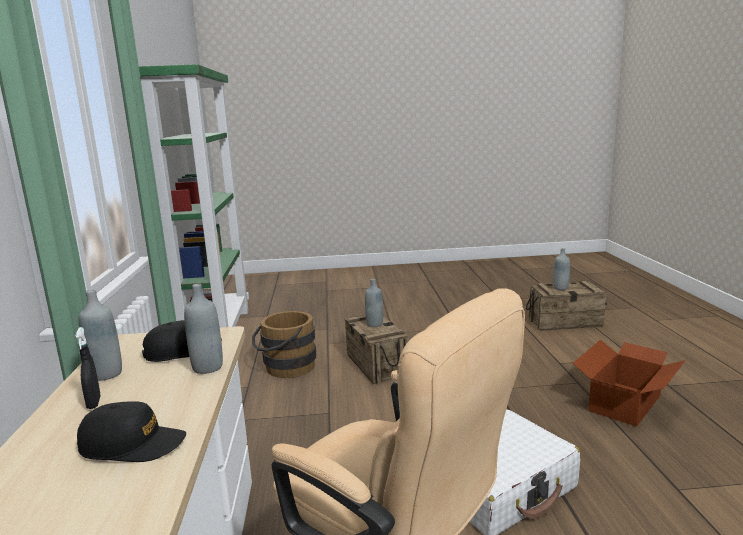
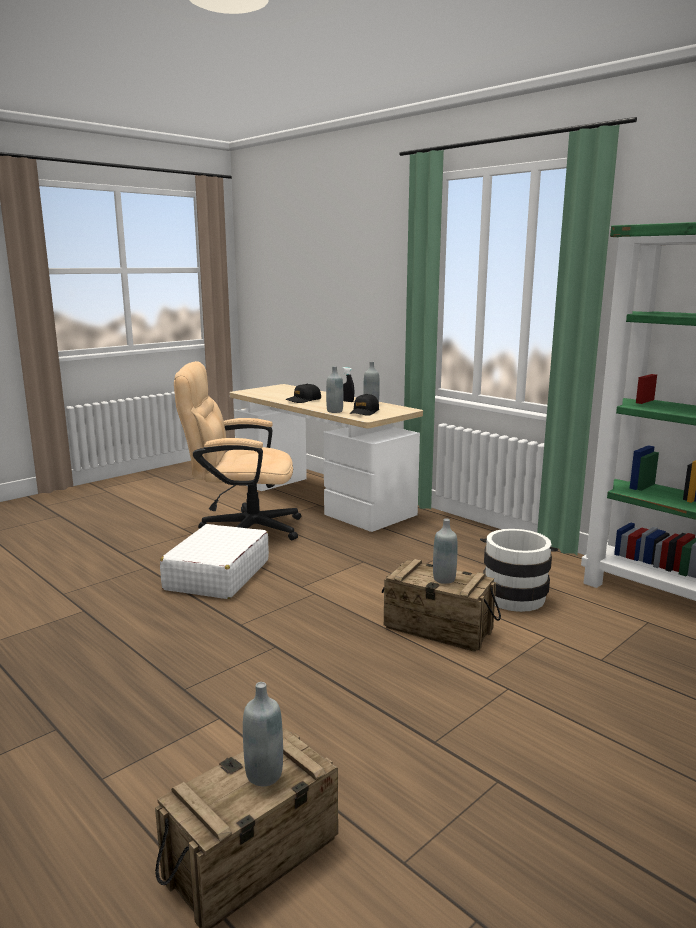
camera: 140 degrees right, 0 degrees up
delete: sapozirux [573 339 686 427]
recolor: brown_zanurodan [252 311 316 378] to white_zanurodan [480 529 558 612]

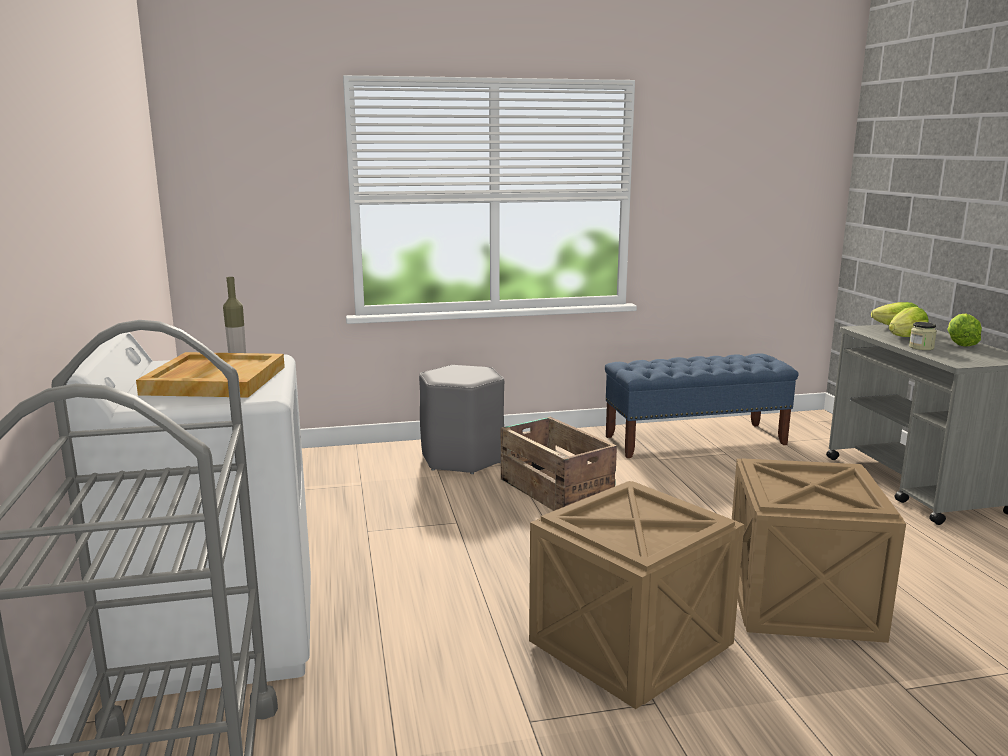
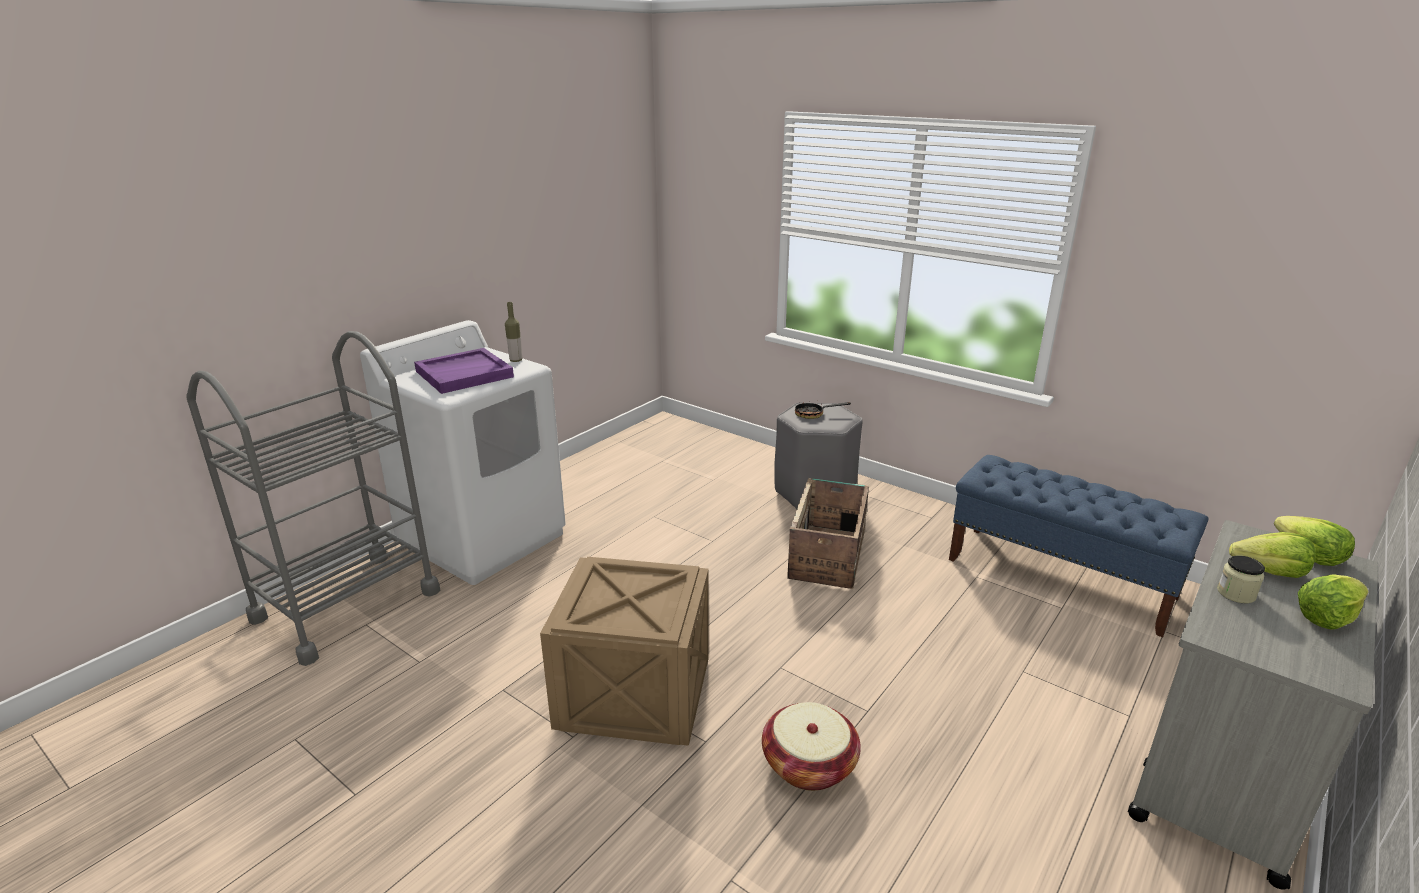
camera: 50 degrees right, 10 degrees up
insert: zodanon [795 401 851 419]
replace: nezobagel [732 458 906 643] to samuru [762 702 861 791]
recolor: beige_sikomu [136 352 285 398] to purple_sikomu [414 348 514 394]

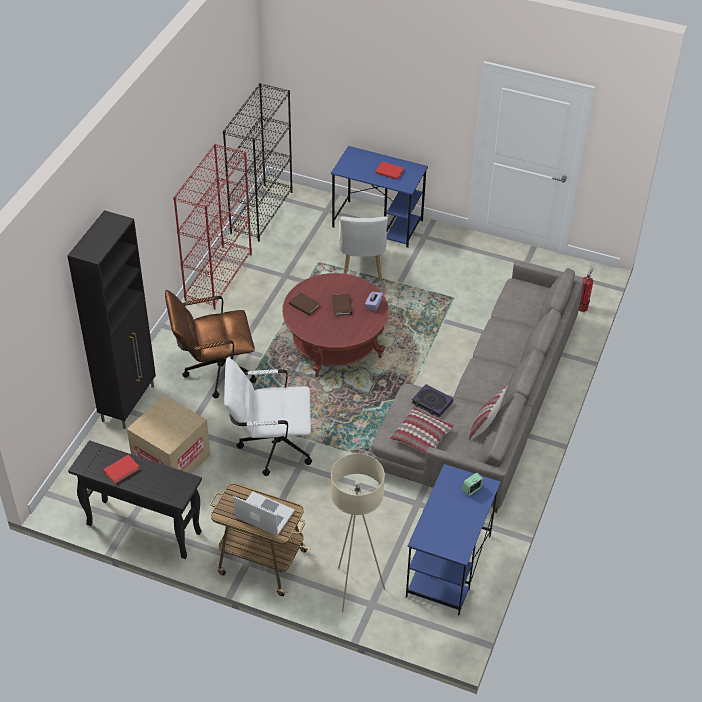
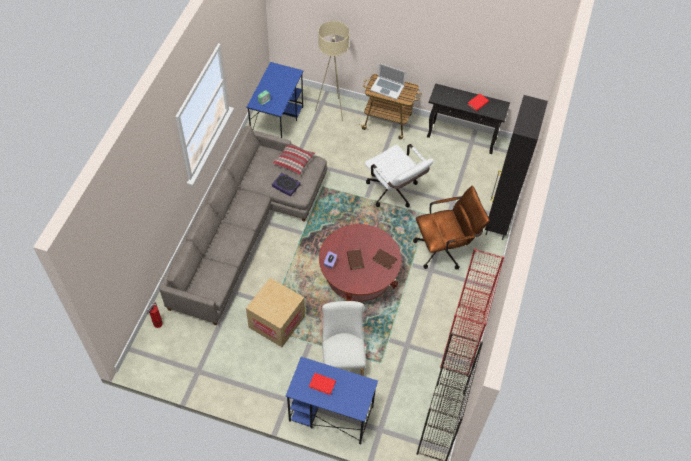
camera: 175 degrees right, 10 degrees up
delete: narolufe [469 385 508 440]
move: sapozirux [127 395 210 474] to [246 278 305 347]
rotate: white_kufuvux [224 358 312 476] = [365 144 434 207] 60 degrees clockwise

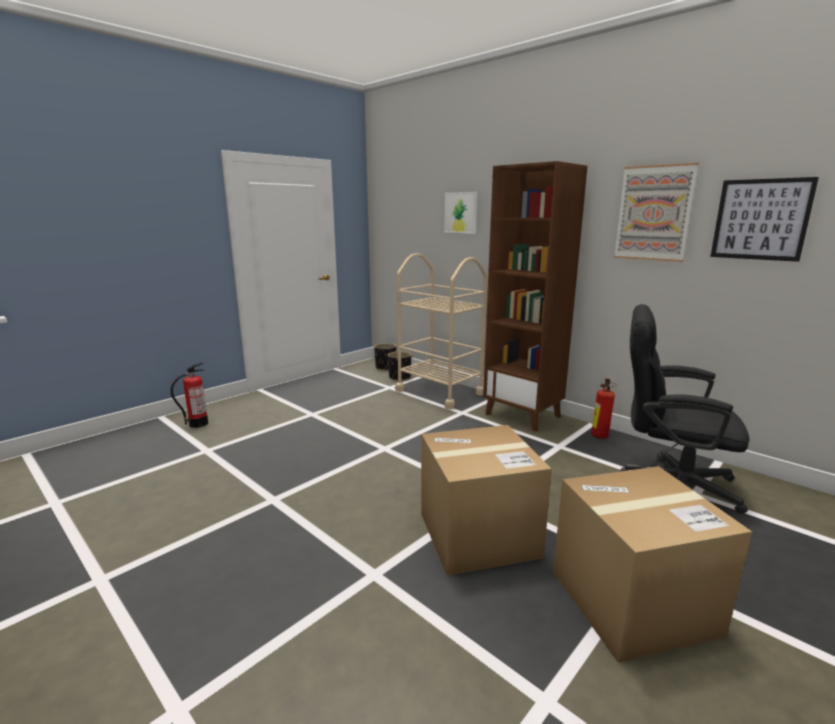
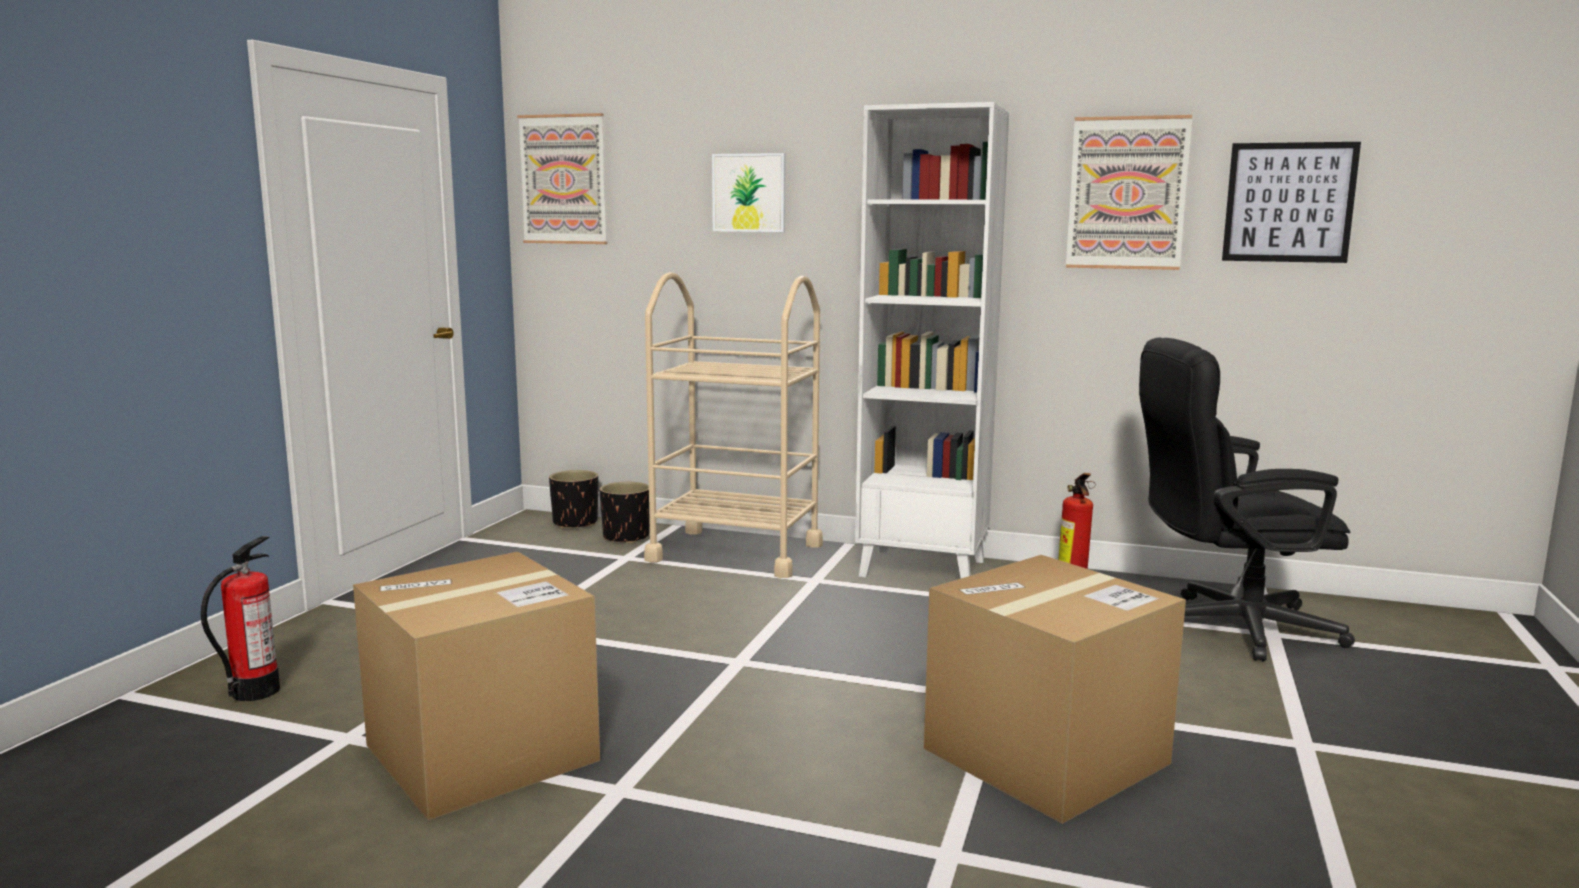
camera: 25 degrees left, 5 degrees down
insert: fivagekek [517 113 607 244]
move: sapozirux [553 466 752 663] to [353 552 600 820]
recolor: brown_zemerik [483 161 588 431] to white_zemerik [855 102 1009 578]

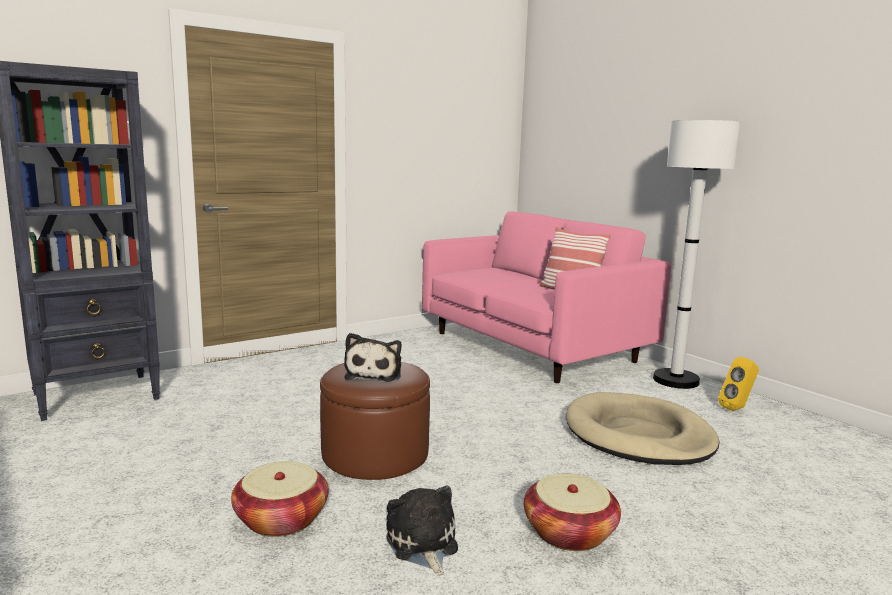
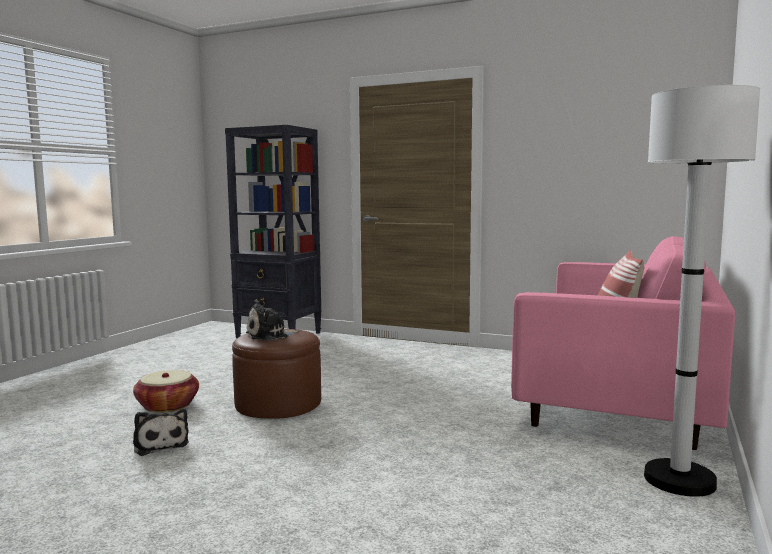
camera: 60 degrees right, 5 degrees down
delete: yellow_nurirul [718 357 759 411]; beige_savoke [566 392 719 465]; samuru [524 474 621 551]
rotate: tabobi [386 485 458 575] = [133 409 189 456] 105 degrees clockwise

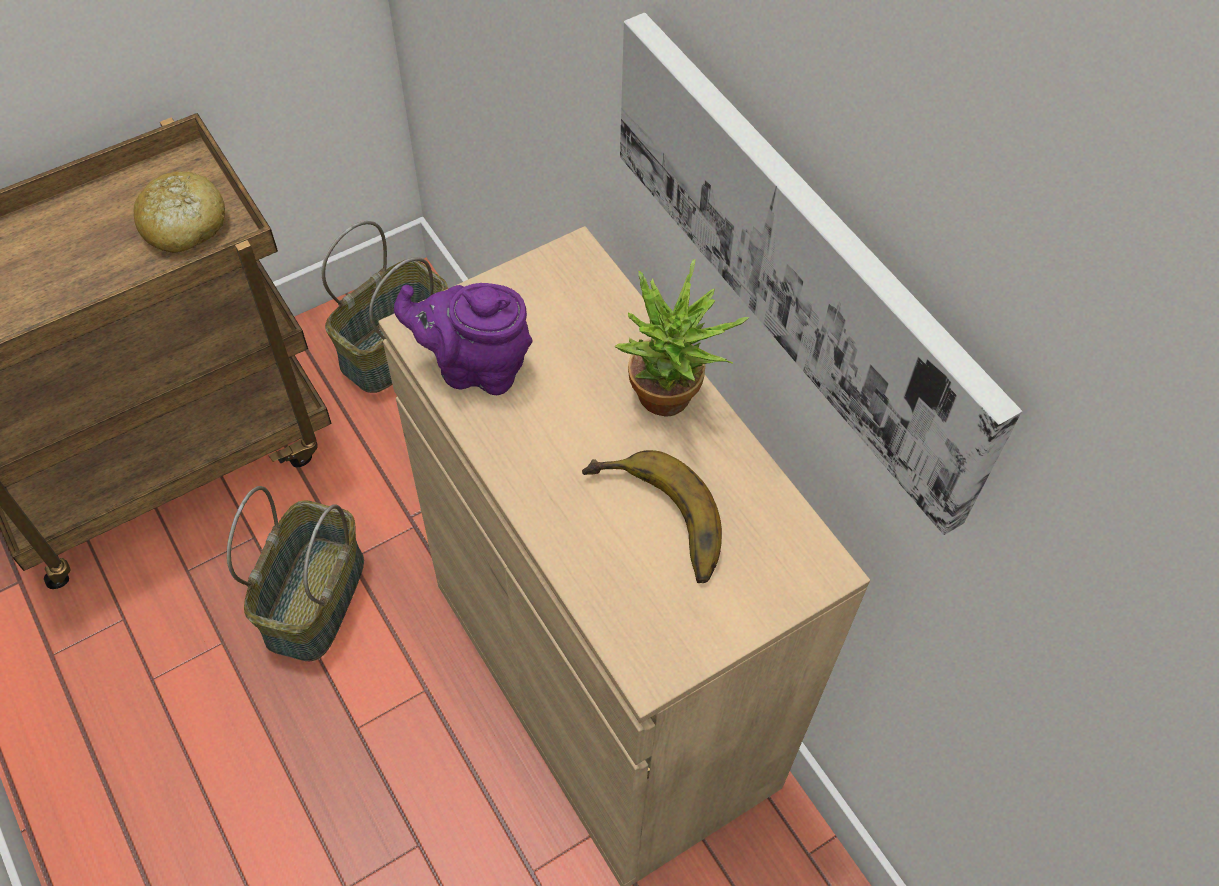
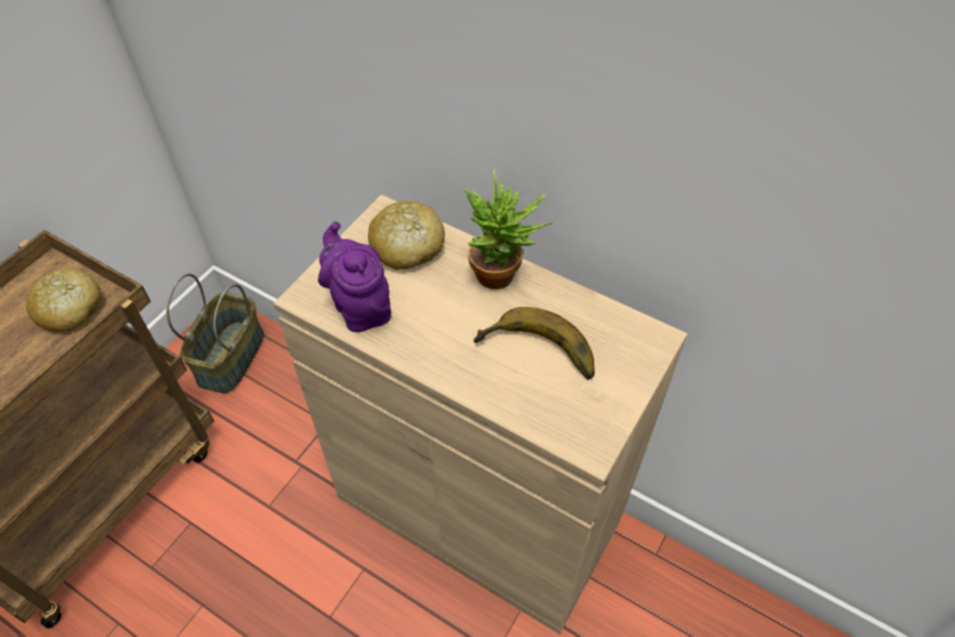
camera: 25 degrees left, 5 degrees down
delete: fivagekek [620 13 1022 535]; samuru [227 486 364 661]
insert: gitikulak [368 201 445 270]
rotate: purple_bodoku [394 283 533 395] = [318 221 391 332] 75 degrees clockwise

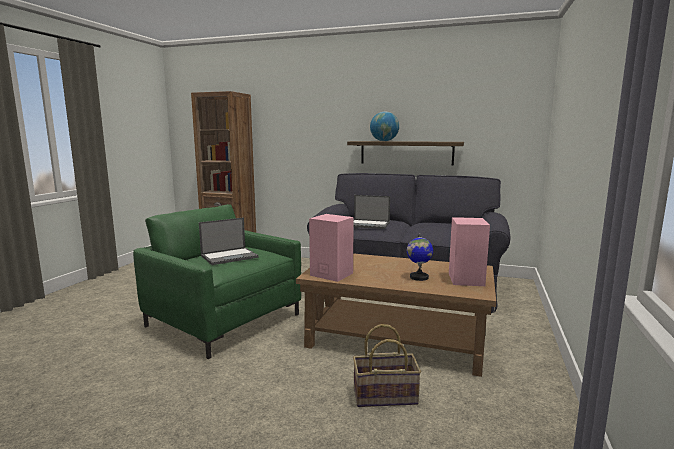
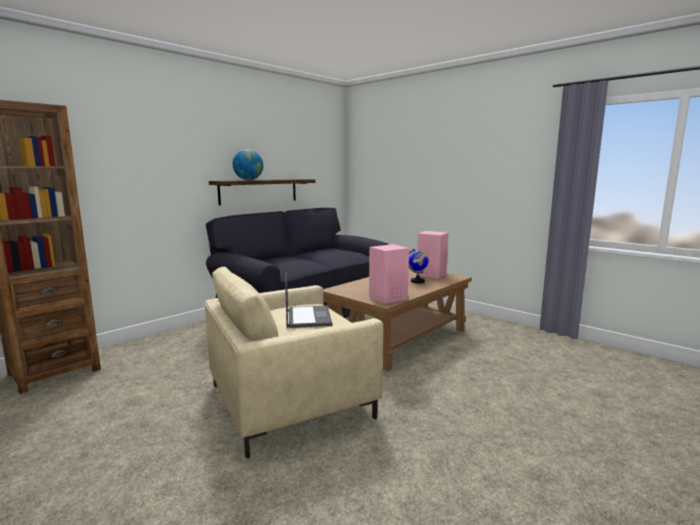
camera: 65 degrees left, 0 degrees up
delete: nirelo [354 195 390 229]; samuru [353 324 421 407]
recolor: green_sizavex [133 204 301 359] to beige_sizavex [205 267 383 459]

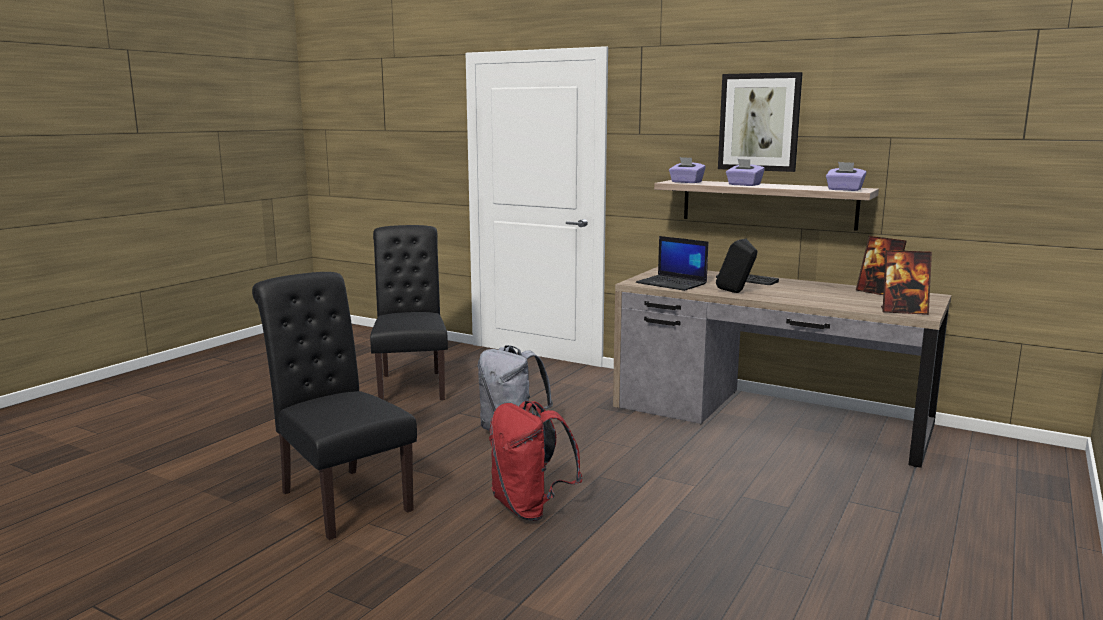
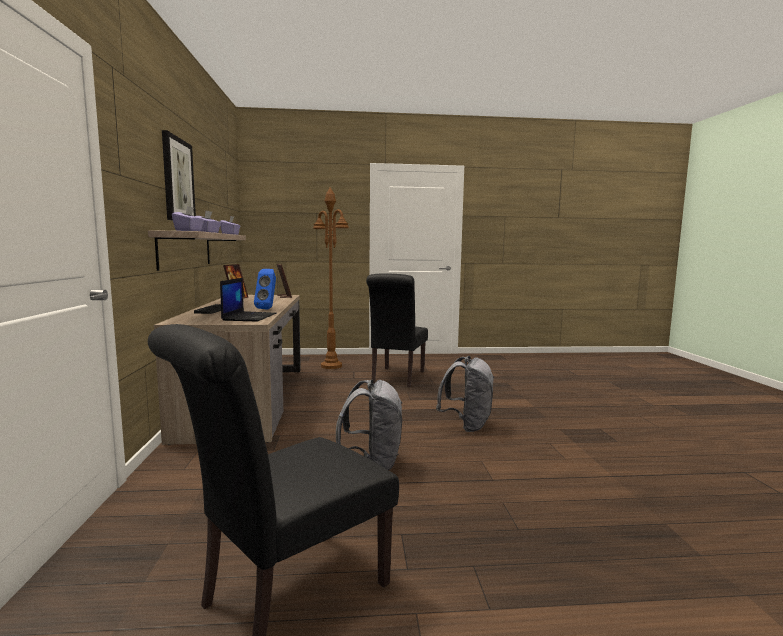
camera: 125 degrees left, 5 degrees down
insert: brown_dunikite [313 187 349 369]
move: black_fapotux [252 272 417 540] to [366 274 428 387]
recolor: black_nurirul [716 239 757 293] to blue_nurirul [254 269 276 309]; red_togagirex [489 401 583 521] to grey_togagirex [436 356 494 432]

